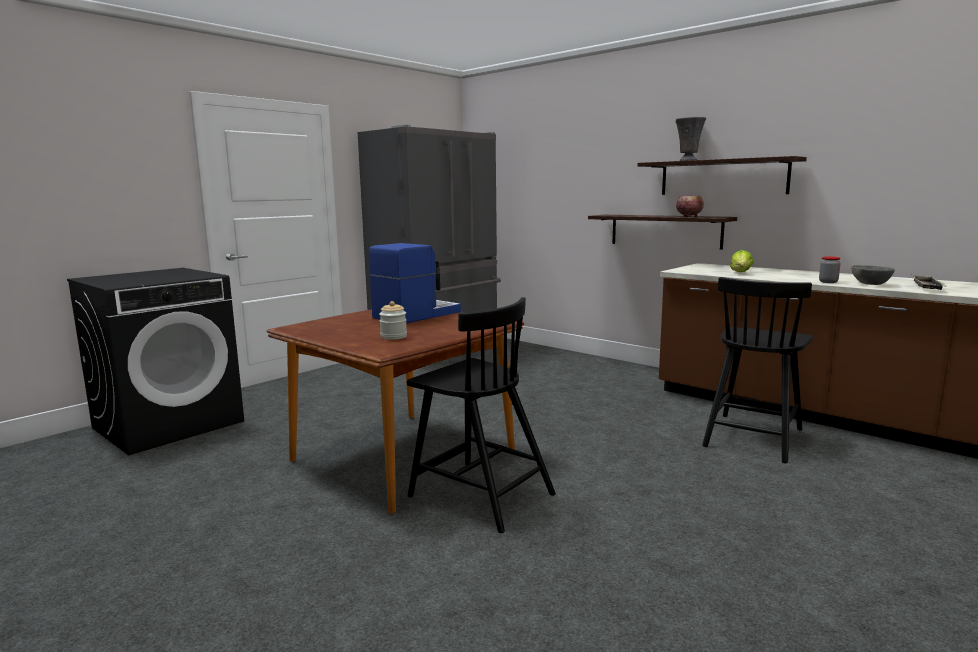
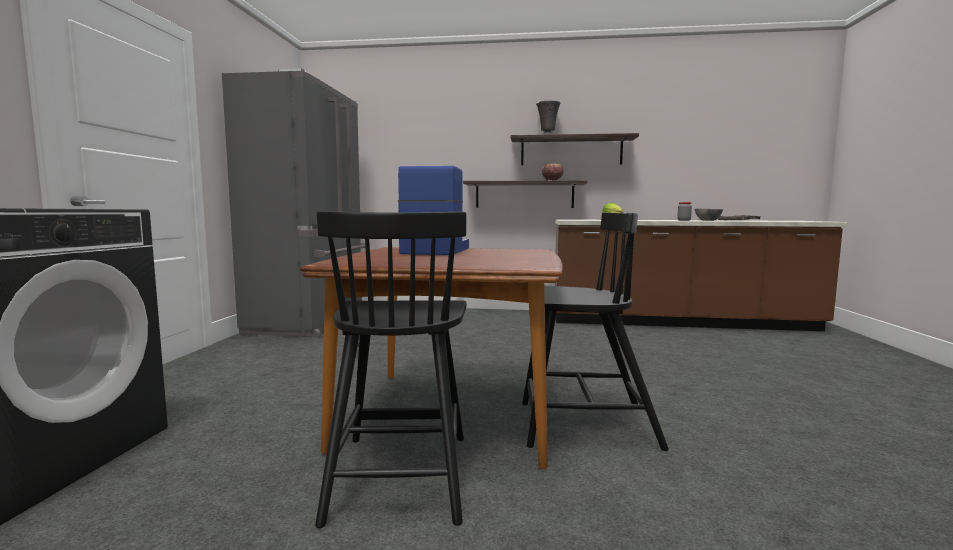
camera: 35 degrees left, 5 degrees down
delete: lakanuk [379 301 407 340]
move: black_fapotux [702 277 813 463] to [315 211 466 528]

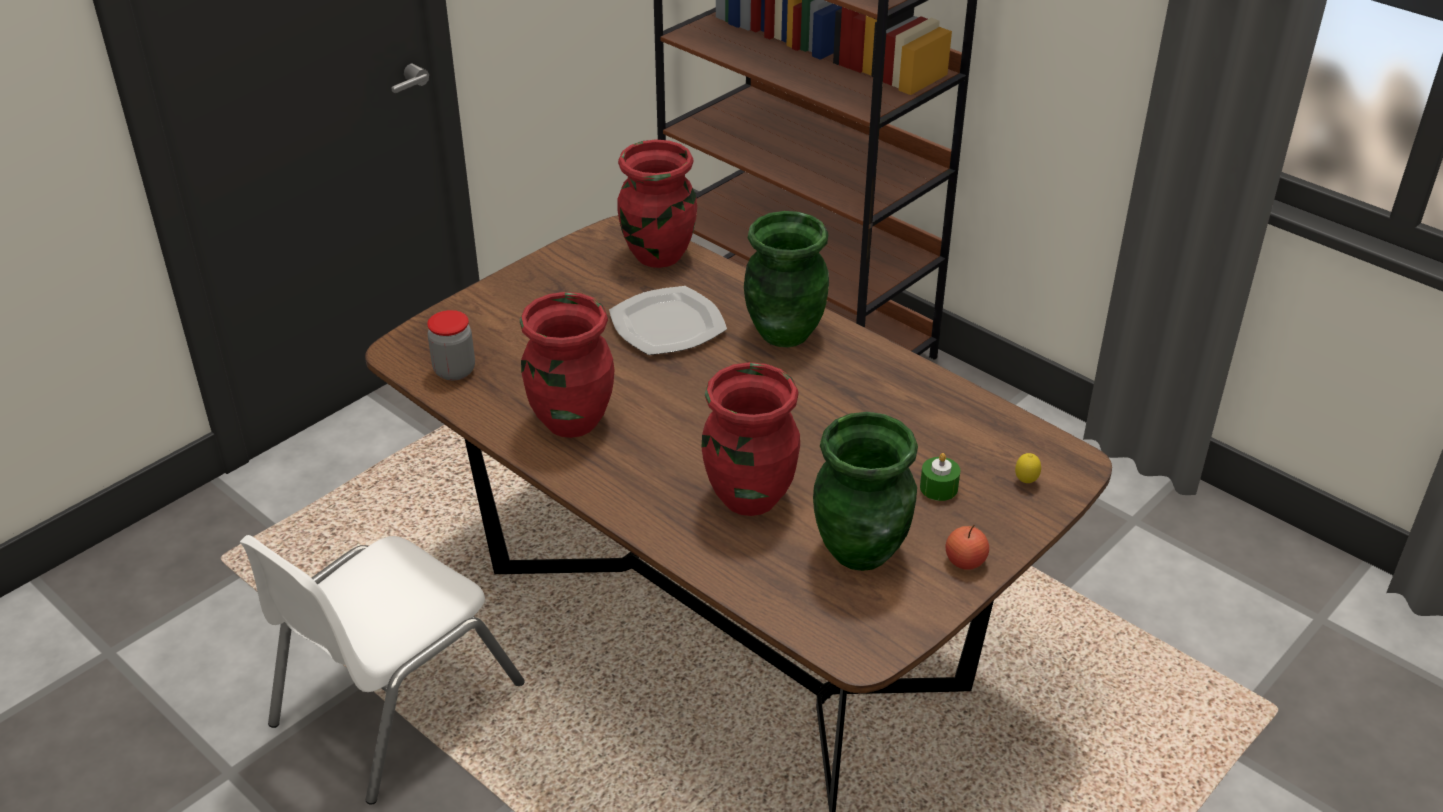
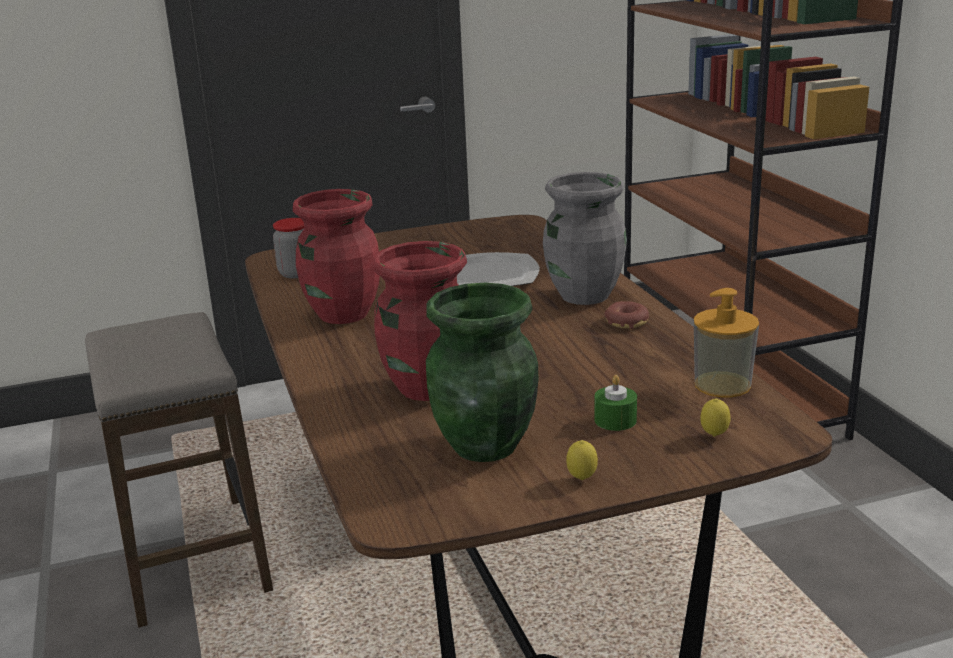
camera: 30 degrees right, 15 degrees down
delete: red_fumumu [617 139 697 268]
insert: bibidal [694 288 759 398]; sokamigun [605 301 649 329]
replace: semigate [946 525 989 570] to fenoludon [566 440 598 480]; white_fapotux [240 535 525 805] to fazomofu [85 312 273 628]
recolor: green_fumumu [744 211 829 347] to grey_fumumu [543 172 627 305]

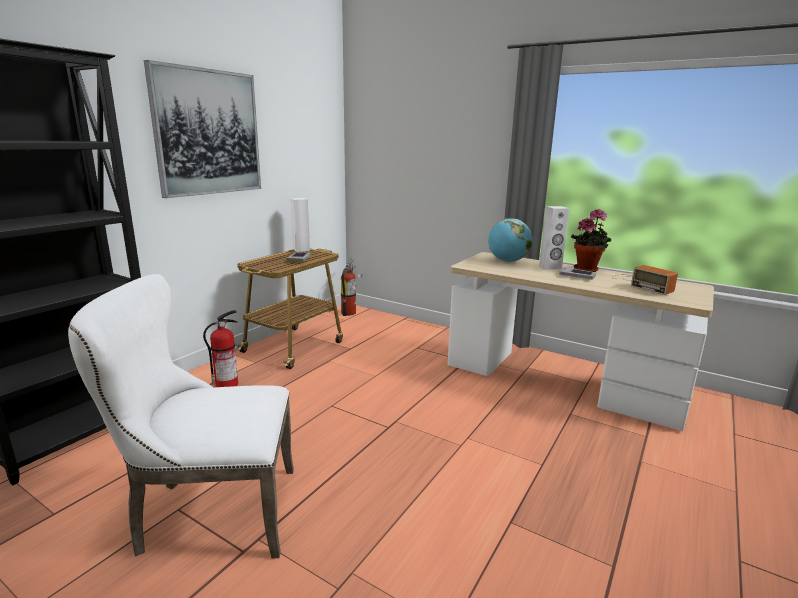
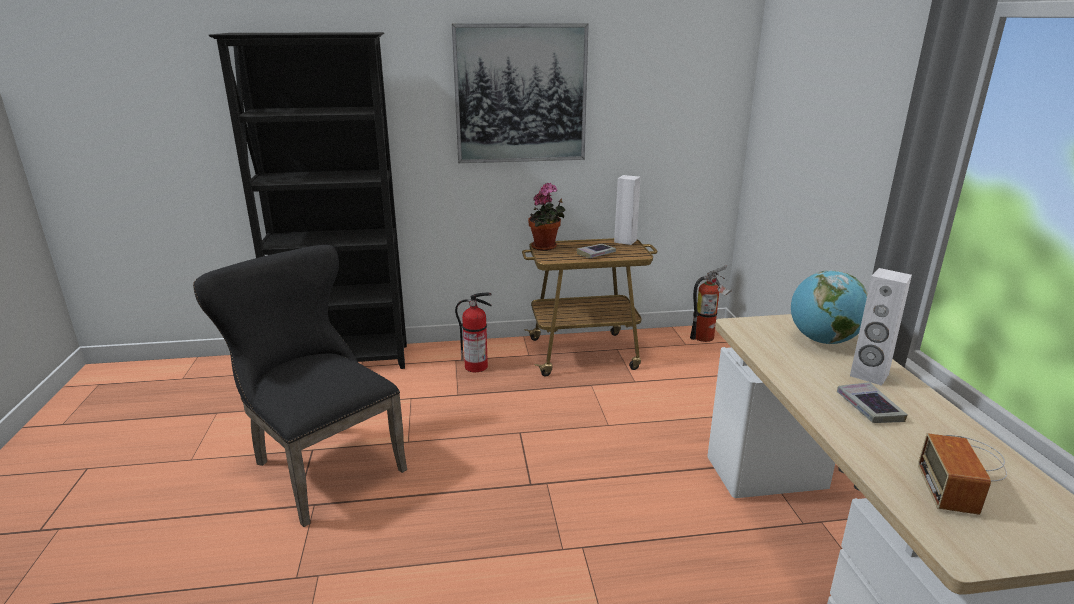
camera: 50 degrees right, 5 degrees up
move: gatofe [571 209 611 272] to [528 183 565 251]
recolor: white_fapotux [68 274 294 559] to black_fapotux [193 245 407 527]

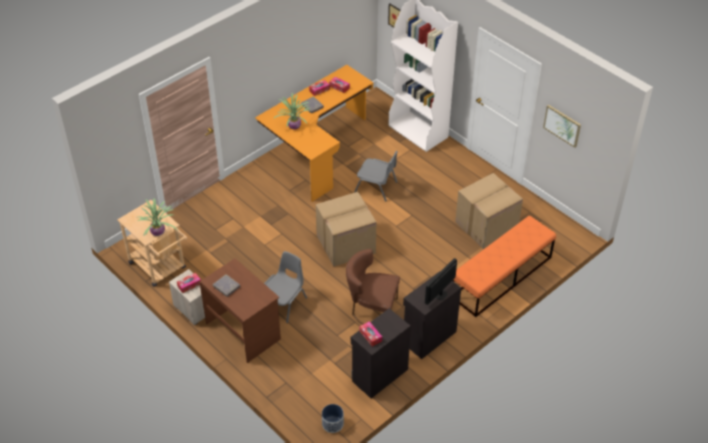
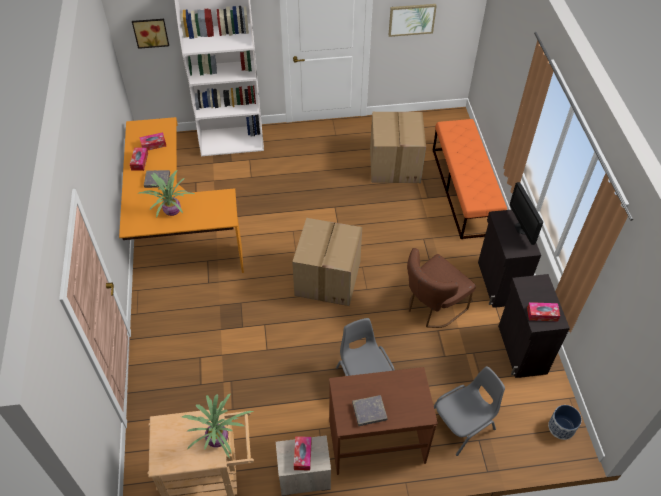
camera: 55 degrees left, 5 degrees up
move: grey_fapotux [354 151 398 202] to [434 366 505 456]

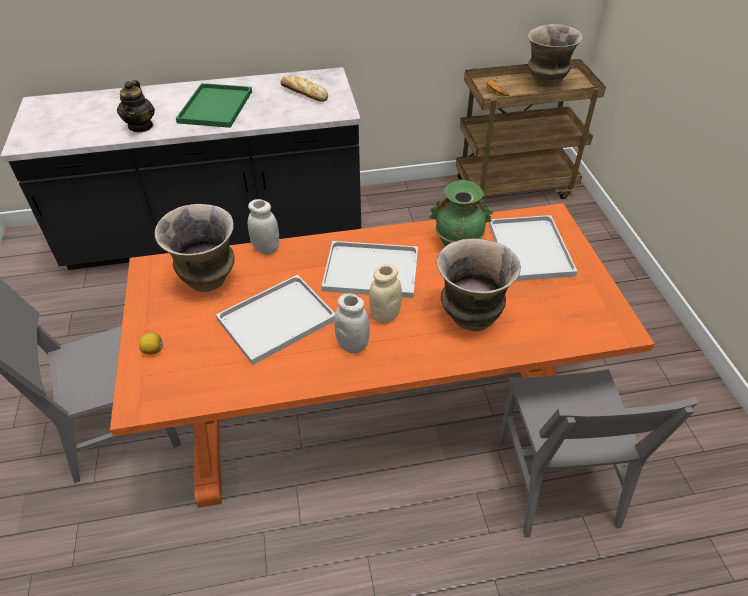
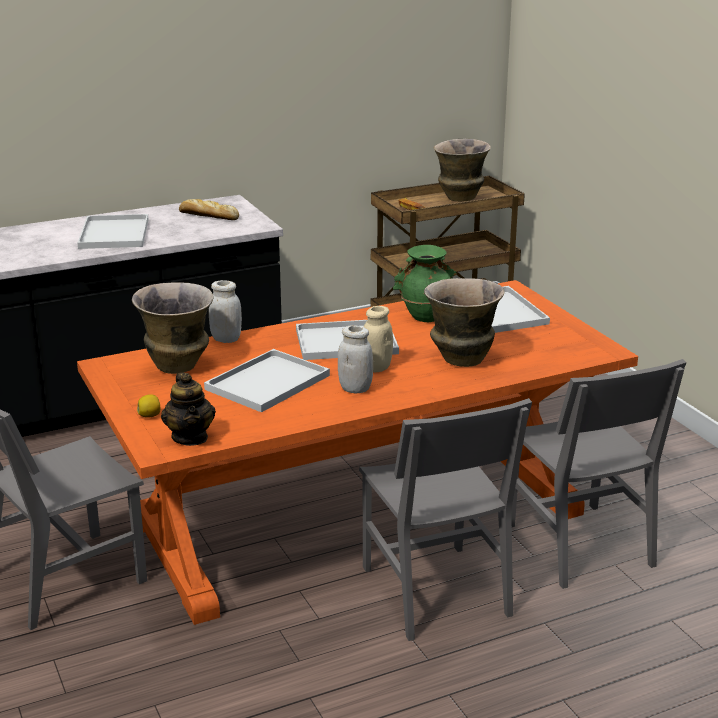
camera: 15 degrees left, 20 degrees down
insert: grey_fapotux [359 398 532 641]
move: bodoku [117 80 155 132] to [161 373 216 446]
recolor: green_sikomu [176 83 252 128] to white_sikomu [77 214 149 249]

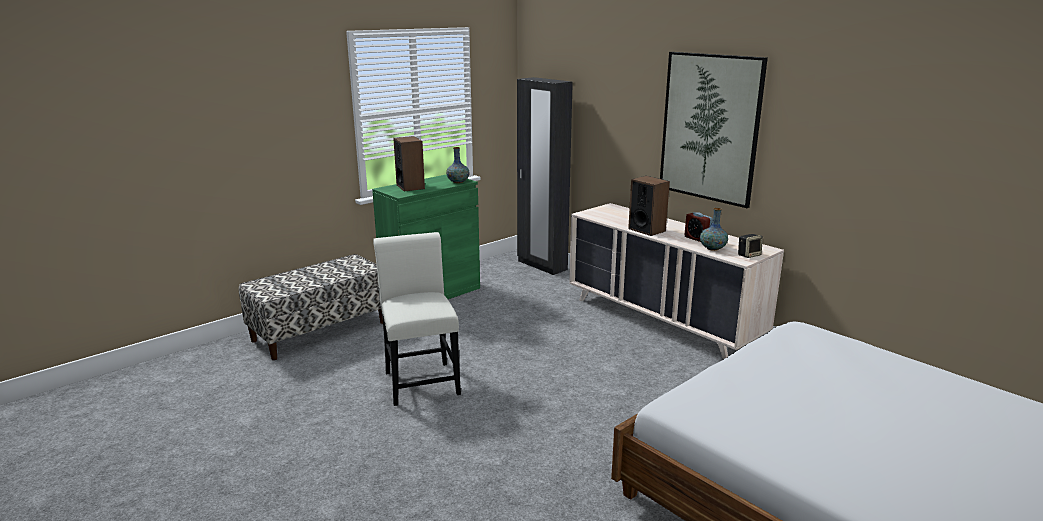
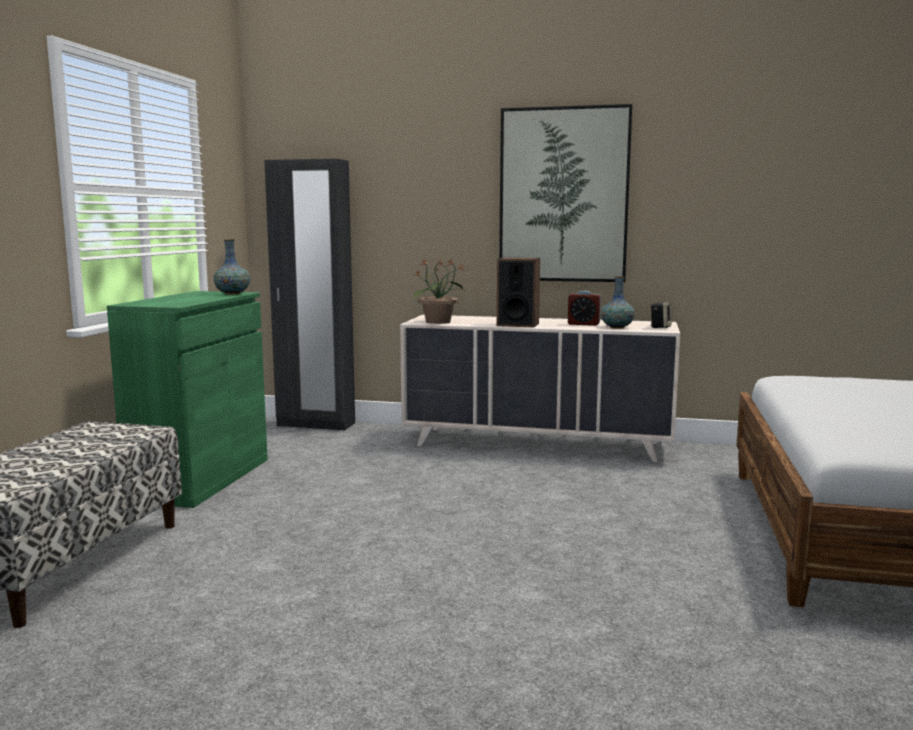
camera: 35 degrees left, 10 degrees down
delete: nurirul [393 136 425 191]; white_fapotux [373 232 461 406]
insert: gatofe [414 259 466 324]

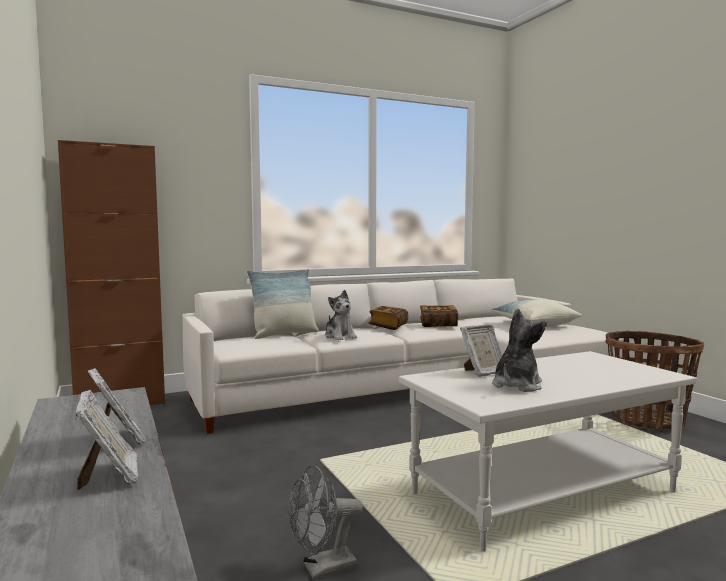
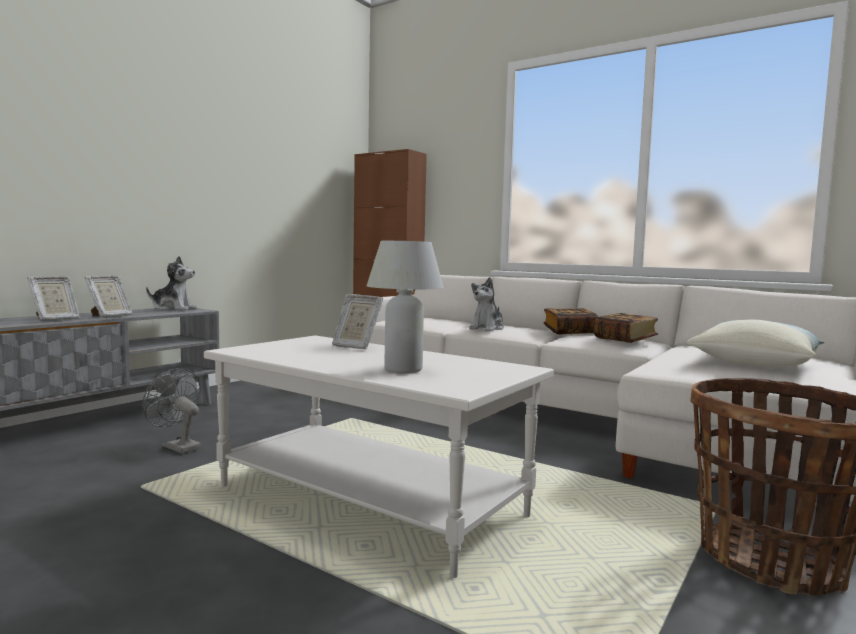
camera: 60 degrees right, 0 degrees up
delete: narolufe [247 269 319 339]
insert: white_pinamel [367 241 444 374]
move: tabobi [492 308 547 392] to [146 256 197 310]

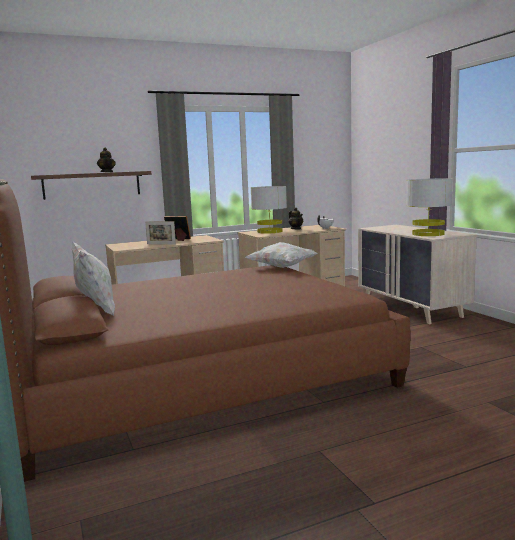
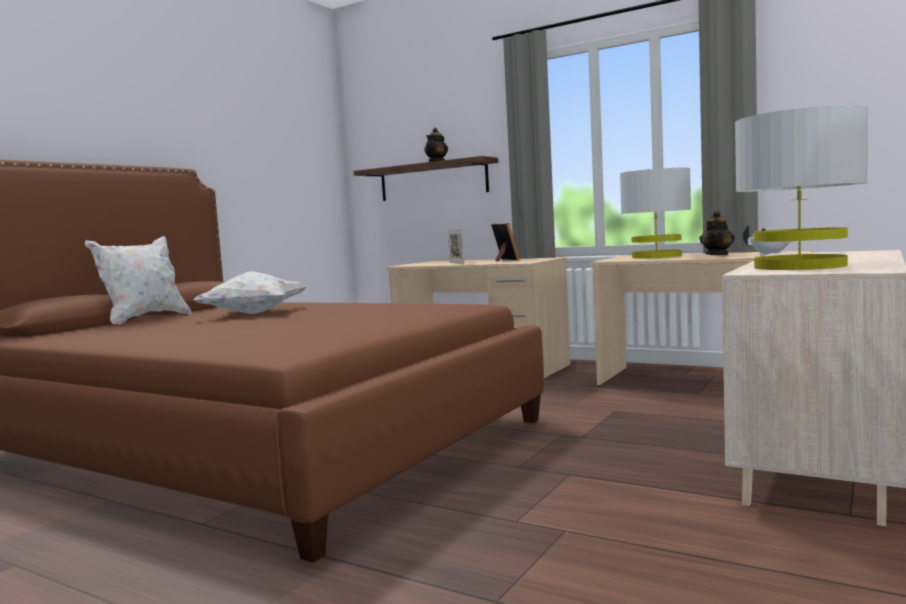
camera: 55 degrees right, 5 degrees down
move: white_narolufe [246 242 318 268] to [193 271 307 314]

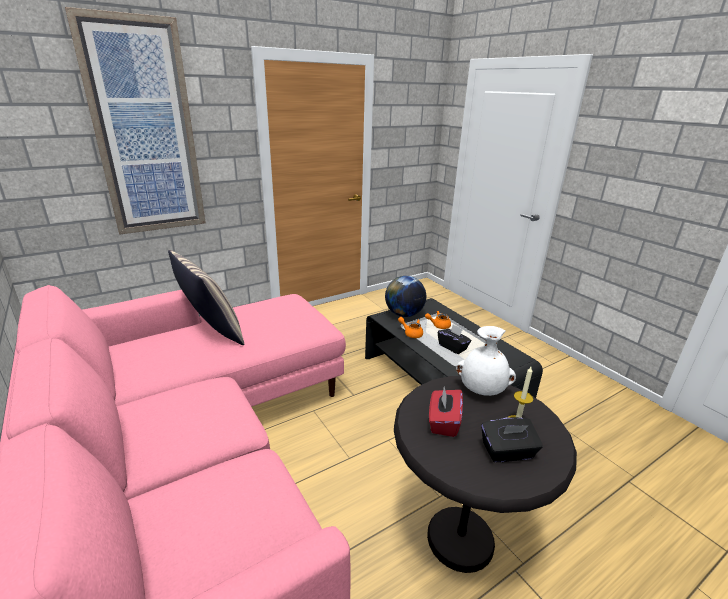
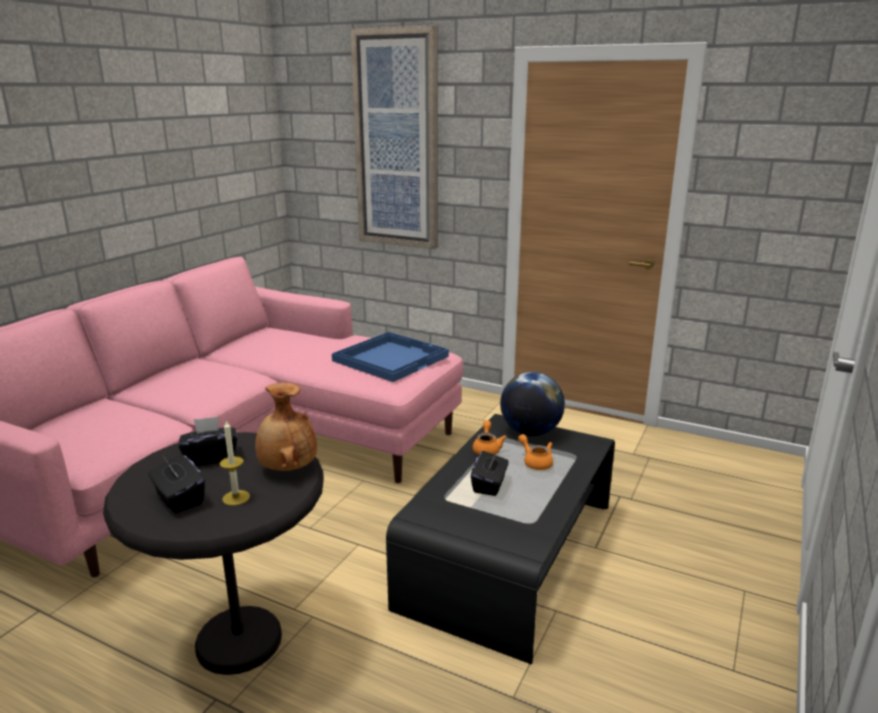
camera: 60 degrees right, 5 degrees down
delete: narolufe [168 250 244 345]
insert: blue_sikomu [332 332 449 382]
recolor: white_fumumu [456 326 516 396] to brown_fumumu [255 382 317 471]; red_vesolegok [429 387 463 437] to black_vesolegok [178 416 237 466]

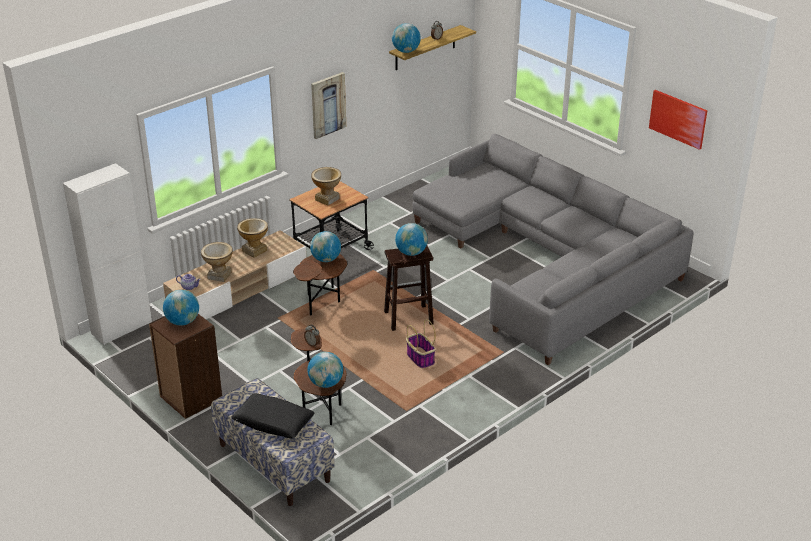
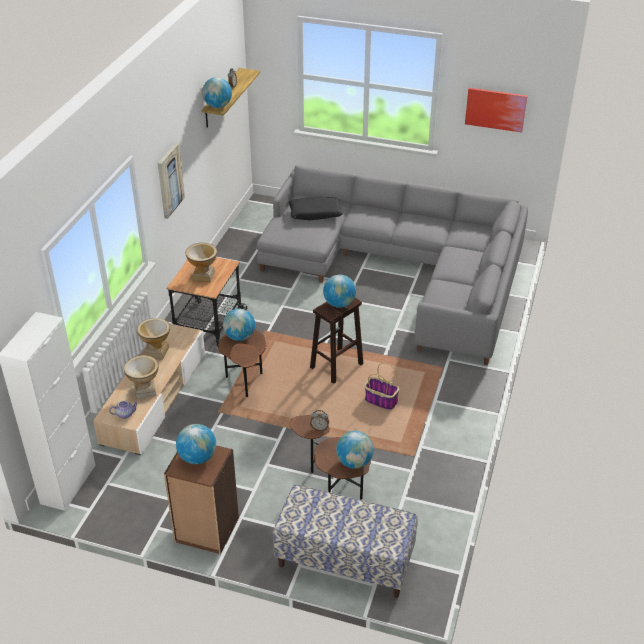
camera: 30 degrees left, 5 degrees up
move: black_narolufe [232 393 315 439] to [289 197 343 220]

